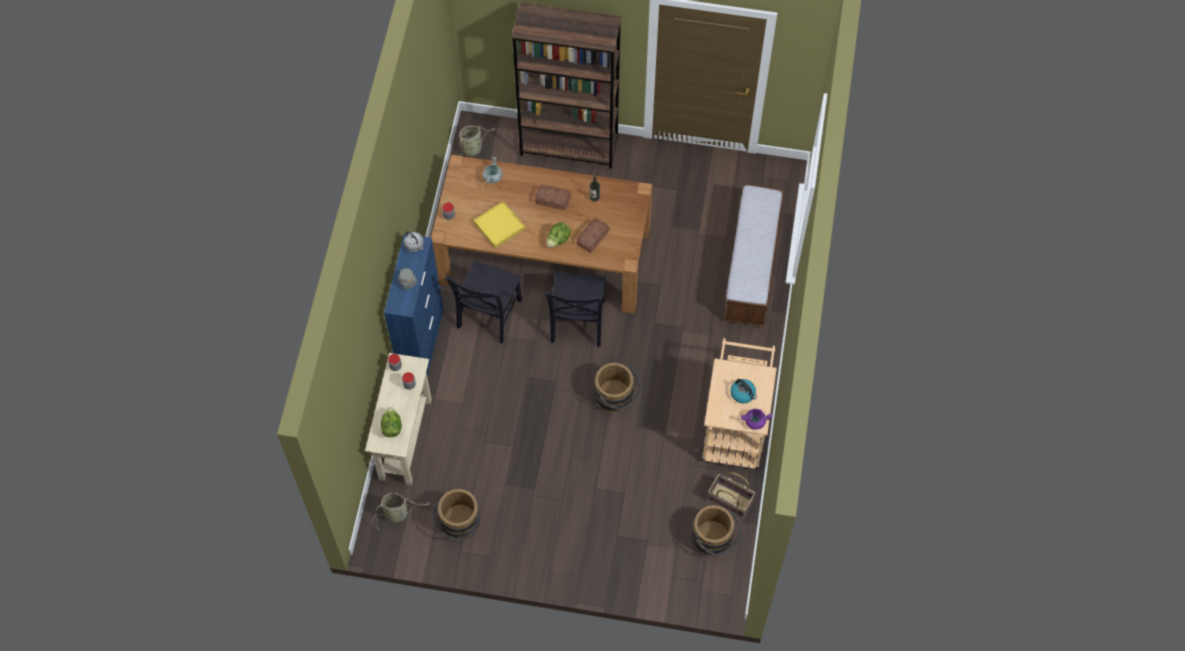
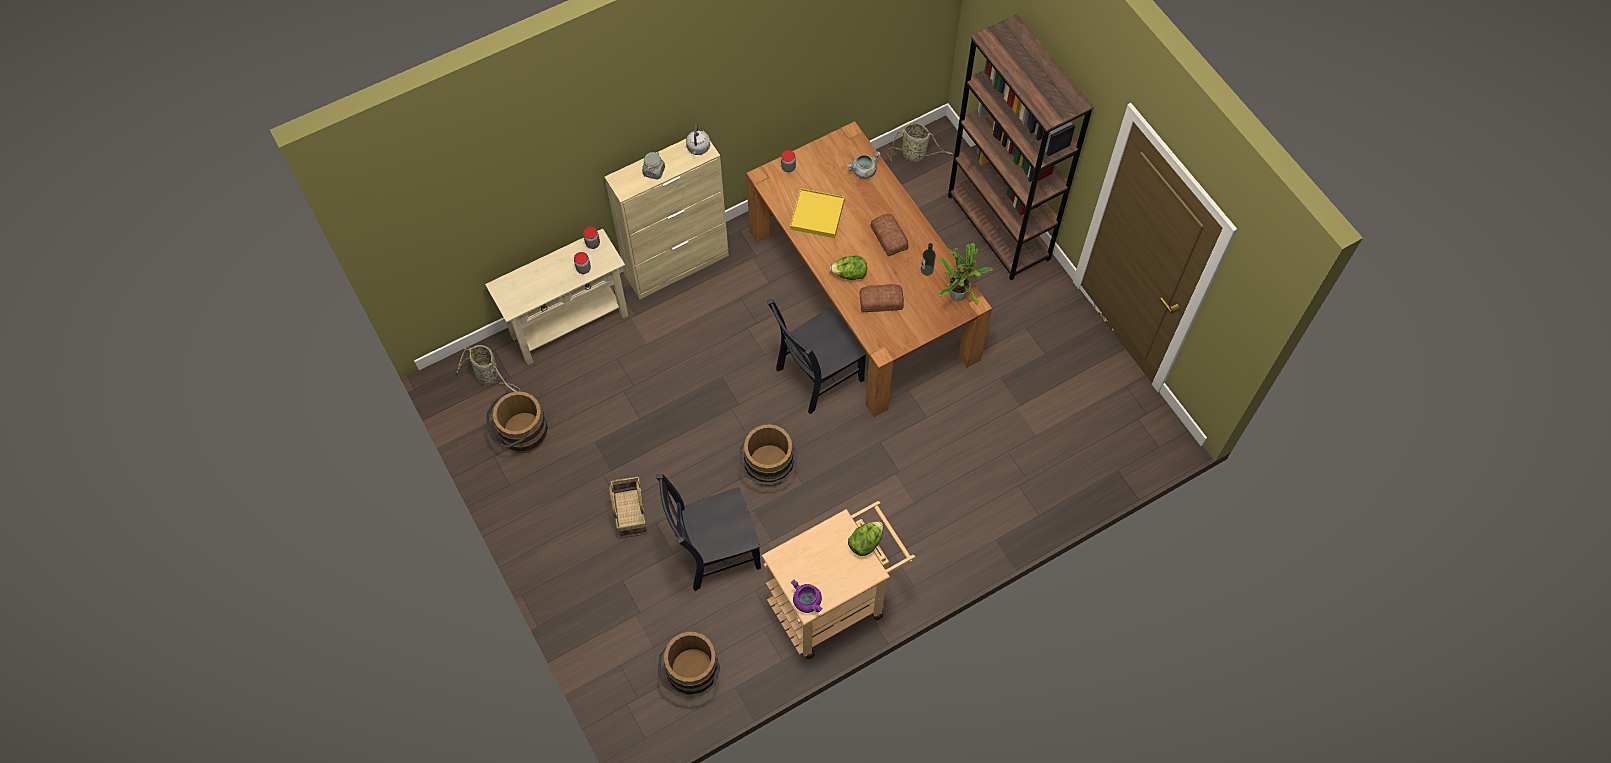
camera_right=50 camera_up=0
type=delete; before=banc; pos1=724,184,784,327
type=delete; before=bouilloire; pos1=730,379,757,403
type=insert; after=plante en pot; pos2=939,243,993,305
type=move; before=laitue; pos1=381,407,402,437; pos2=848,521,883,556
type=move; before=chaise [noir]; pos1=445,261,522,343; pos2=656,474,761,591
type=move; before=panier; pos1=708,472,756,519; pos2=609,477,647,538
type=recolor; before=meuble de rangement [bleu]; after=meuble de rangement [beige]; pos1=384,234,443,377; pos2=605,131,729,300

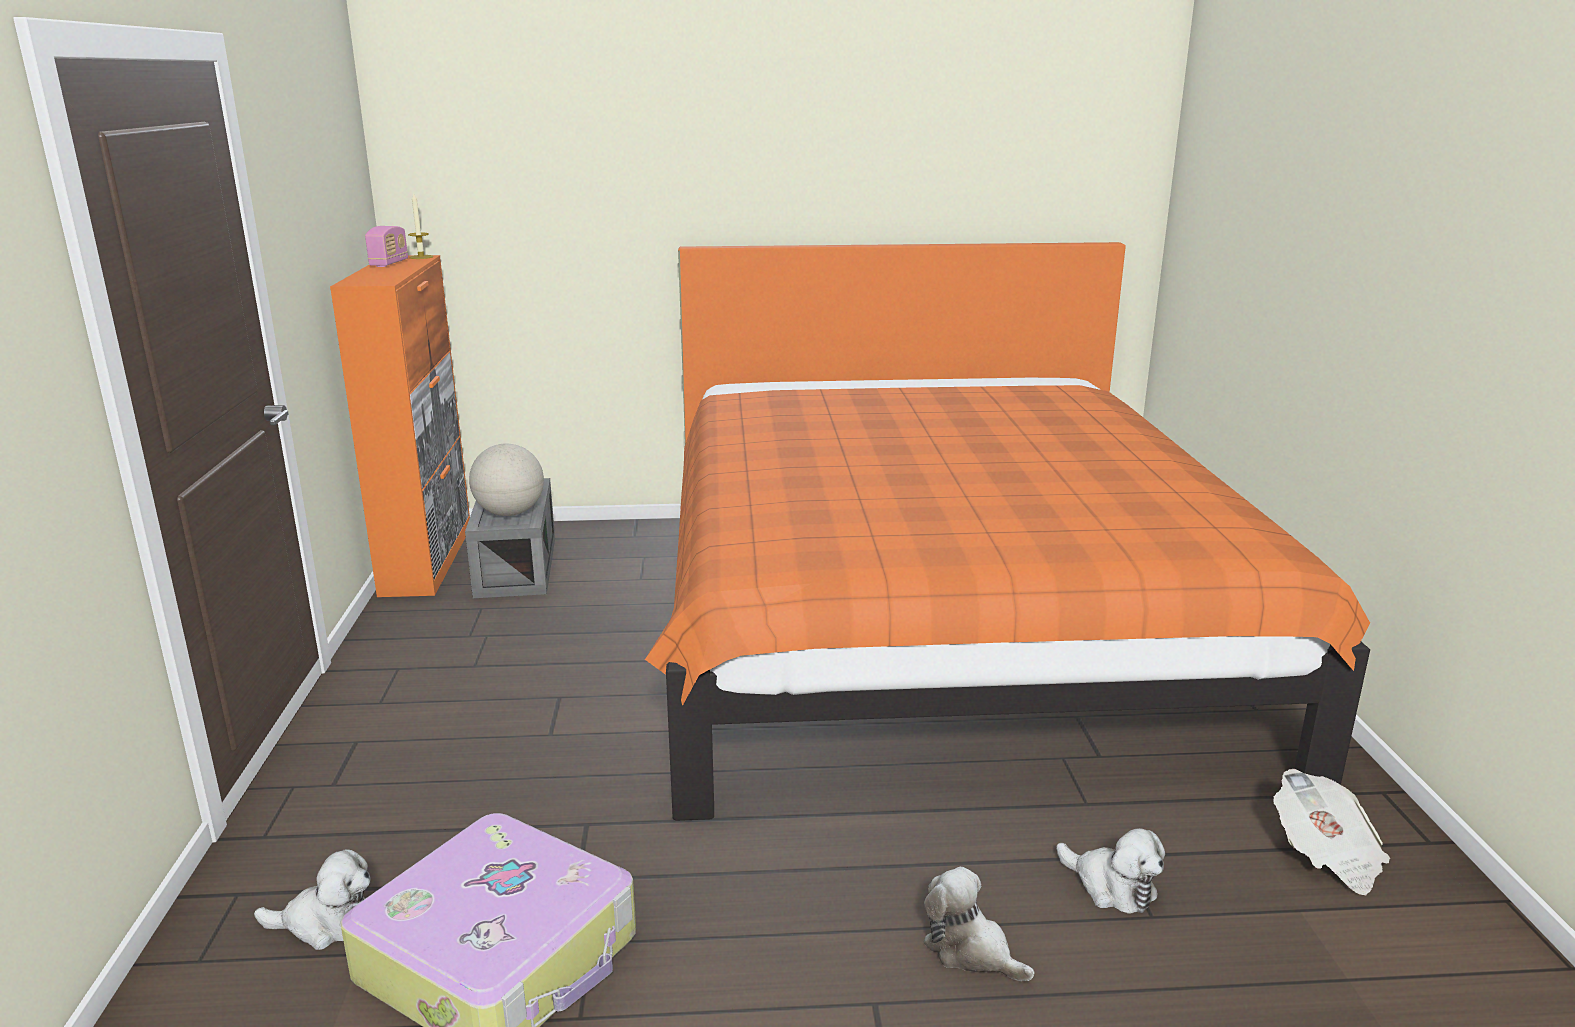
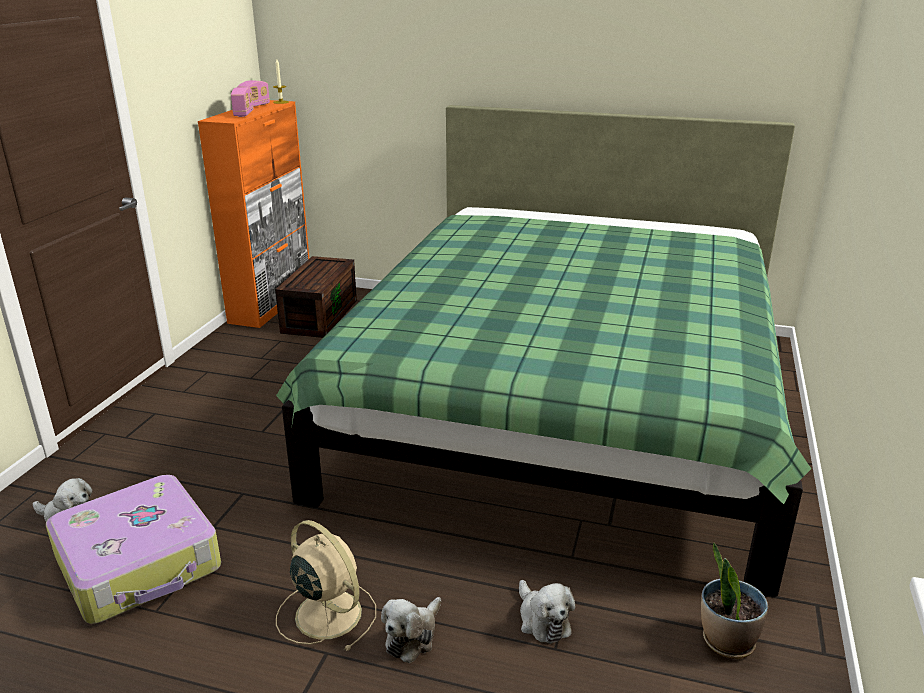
camera_right=20 camera_up=5
type=delete; before=globe; pos1=469,444,544,516
type=insert; after=radio; pos2=231,87,254,117
type=insert; after=ventilateur [beige]; pos2=276,520,376,651
type=replace; before=journal; after=plante en pot; pos1=1274,769,1390,895; pos2=701,543,768,659
type=recolor; before=boîte de rangement [gris]; after=boîte de rangement [marron]; pos1=465,478,555,598; pos2=275,256,357,338
type=recolor; before=lit [orange]; after=lit [vert]; pos1=645,242,1370,821; pos2=276,105,811,597
type=rotate; before=peluche; pos1=923,867,1034,981; pos2=381,597,441,663; turn=-120

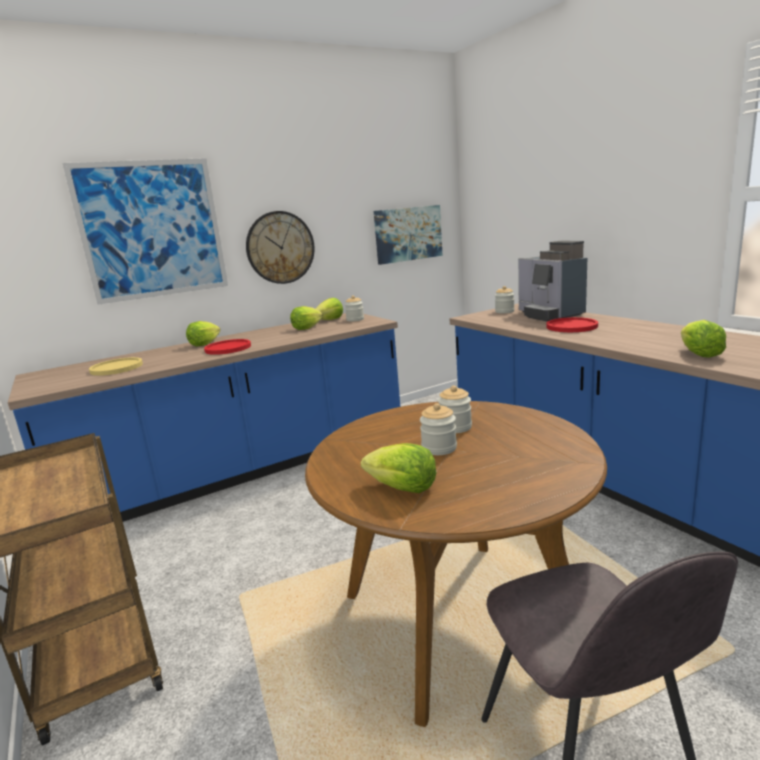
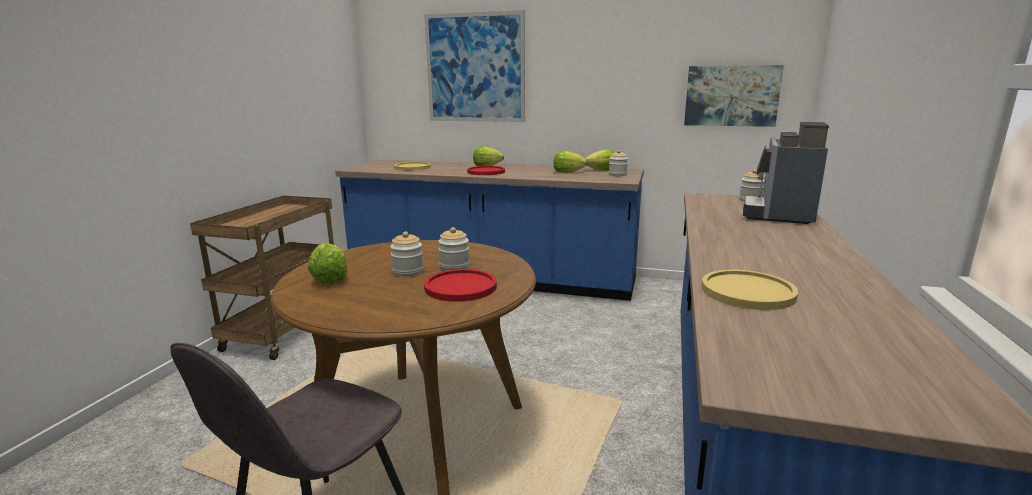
camera_right=45 camera_up=0
type=delete; before=horloge murale; pos1=246,211,315,284
type=move; before=assiette [rouge]; pos1=546,317,598,332; pos2=424,269,497,302
type=replace; before=laitue; after=assiette [jaune]; pos1=681,320,726,358; pos2=702,269,798,310

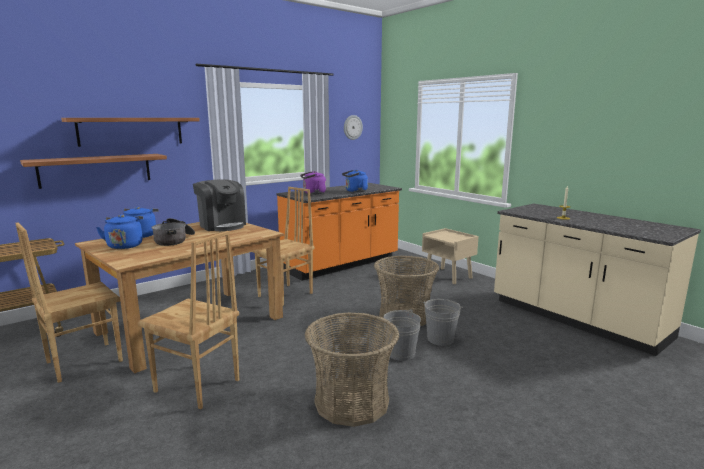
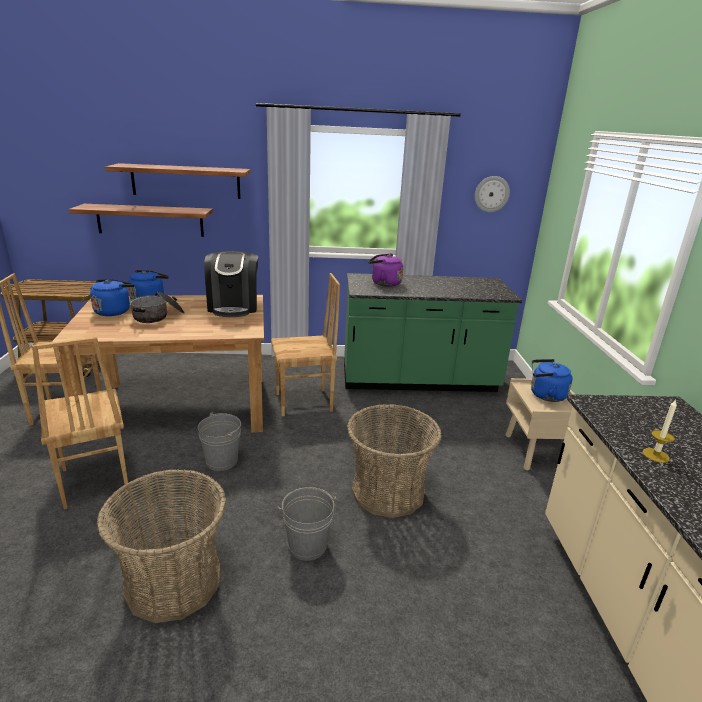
camera_right=35 camera_up=10
type=move; before=bouilloire [bleu]; pos1=342,170,368,192; pos2=531,359,572,402
type=move; before=seau [gris]; pos1=423,299,463,346; pos2=198,413,241,471
type=recolor; before=comptoir de cuisine [orange]; after=comptoir de cuisine [vert]; pos1=276,183,402,281; pos2=344,273,522,392

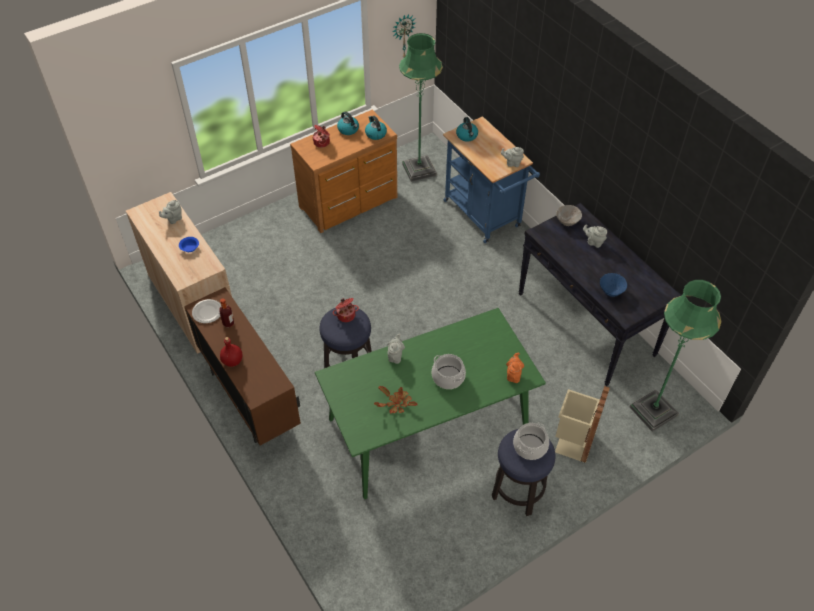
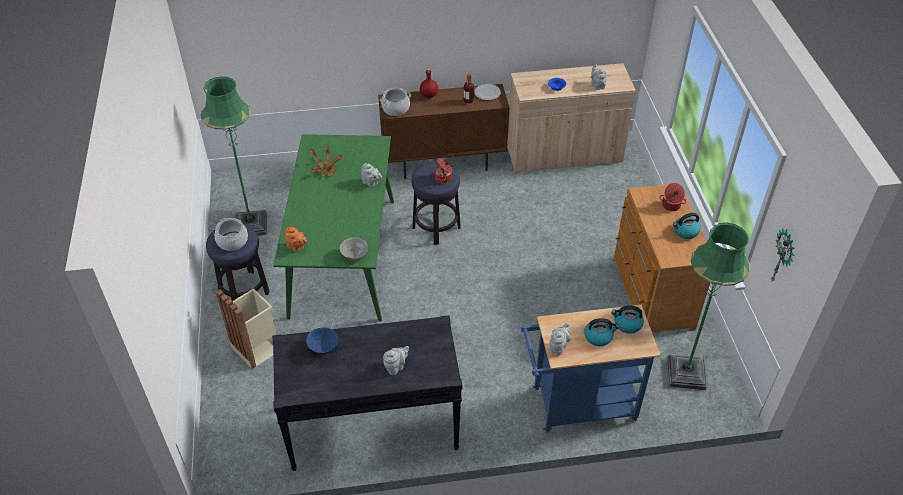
camera_right=115 camera_up=-5
type=move; before=bouilloire; pos1=365,116,387,140; pos2=584,318,619,346
type=move; before=marmite; pos1=432,354,466,389; pos2=380,87,411,116
type=move; before=bol [gris]; pos1=556,205,582,226; pos2=340,237,368,261
type=move; before=lampadaire [vert]; pos1=630,280,721,432; pos2=201,77,267,236

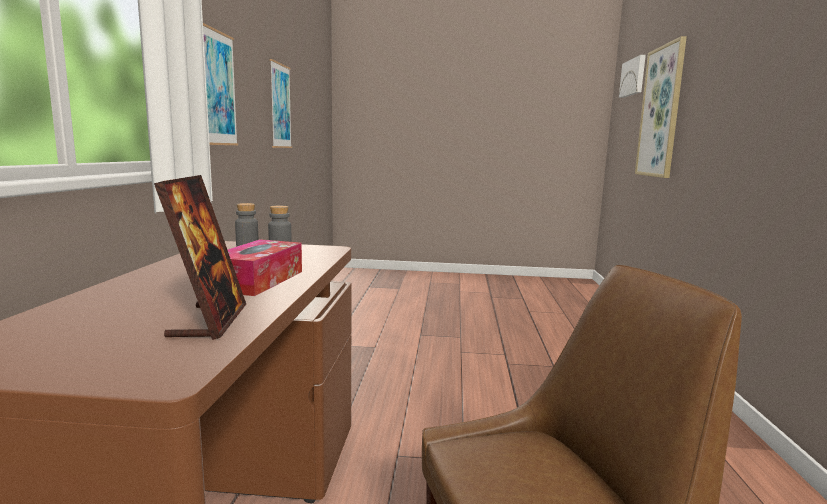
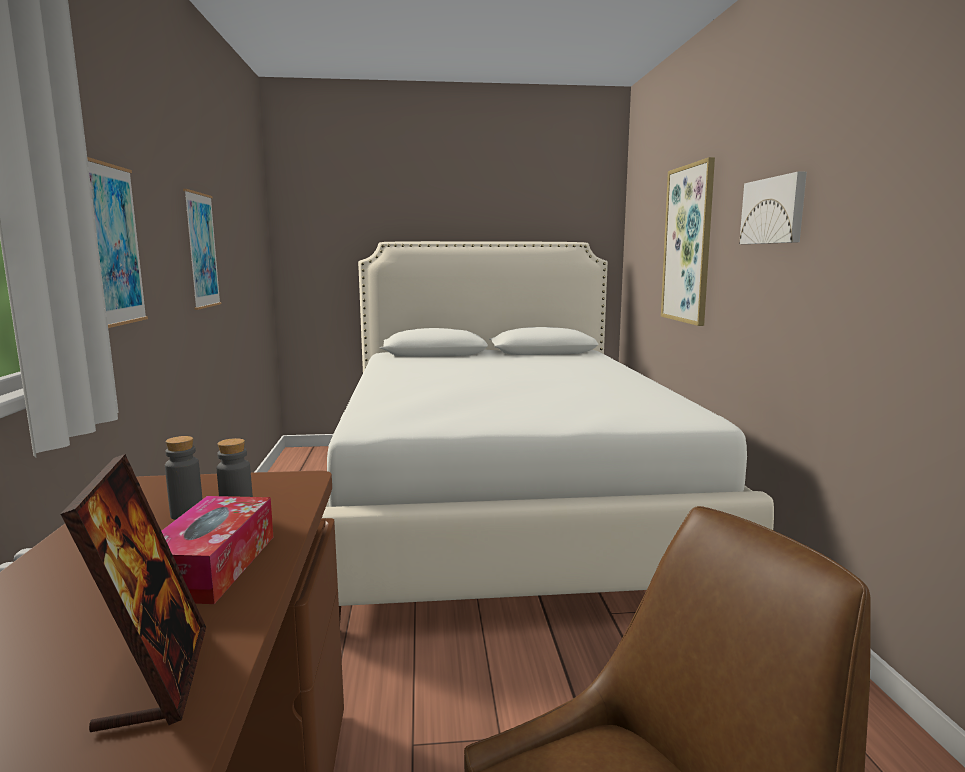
camera_right=-10 camera_up=0
type=insert; after=lit [blanc]; pos2=322,241,774,619
type=move; before=tableau; pos1=619,55,646,98; pos2=739,172,807,244

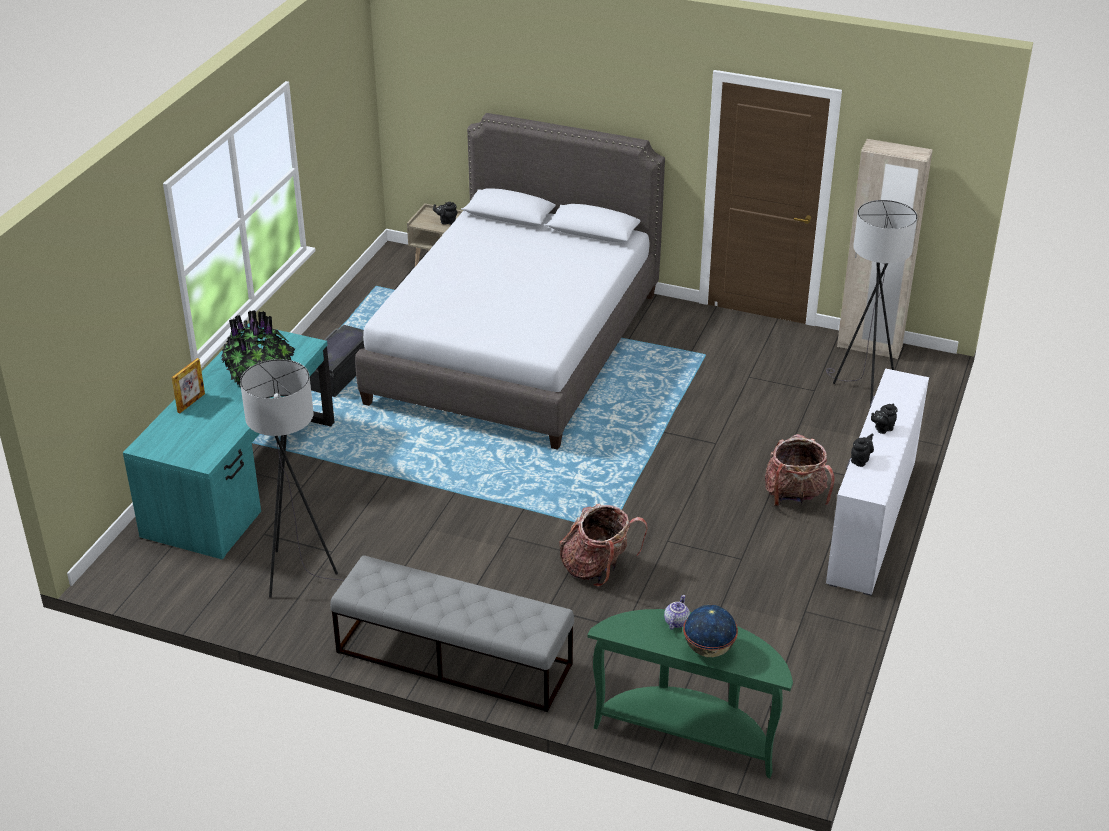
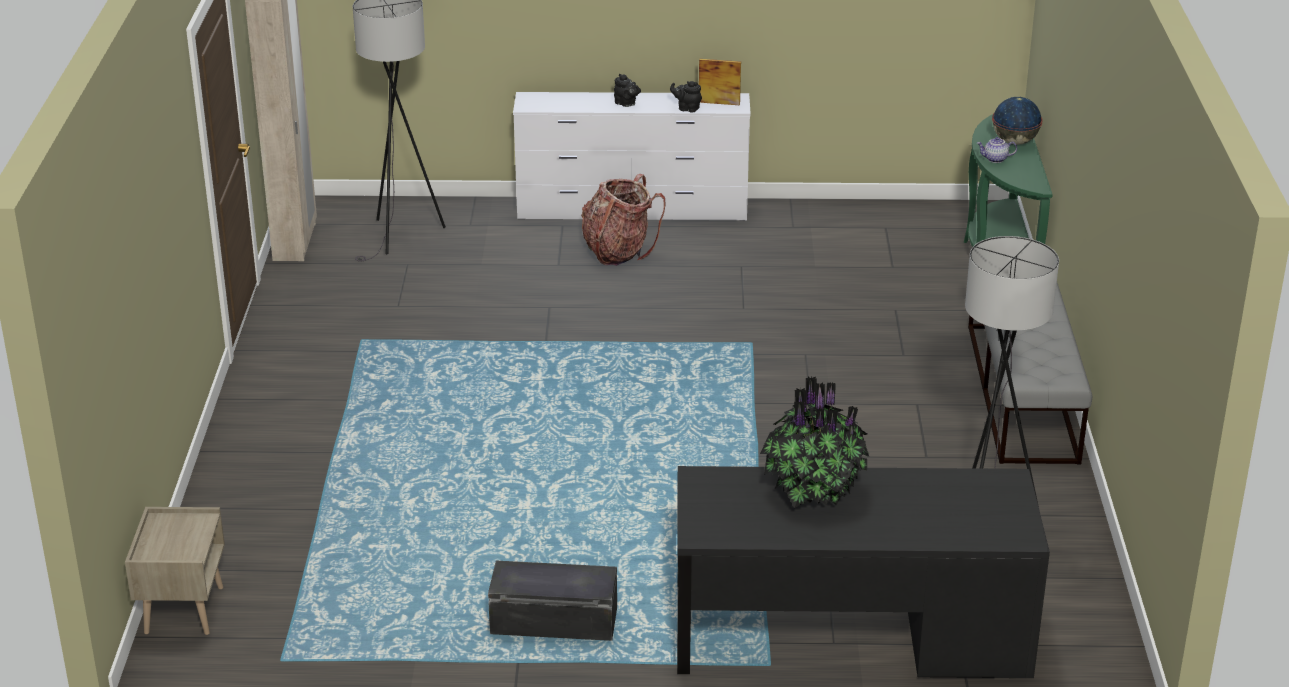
camera_right=-110 camera_up=-5
type=delete; before=lit [gris]; pos1=355,113,665,450
type=delete; before=théière [noir]; pos1=433,202,458,225
type=delete; before=sac à dos; pos1=559,504,648,587
type=move; before=cadre photo; pos1=172,358,205,413; pos2=699,59,741,105
type=recolor; before=bureau [turquoise]; after=bureau [noir]; pos1=123,323,334,559; pos2=677,466,1050,678

